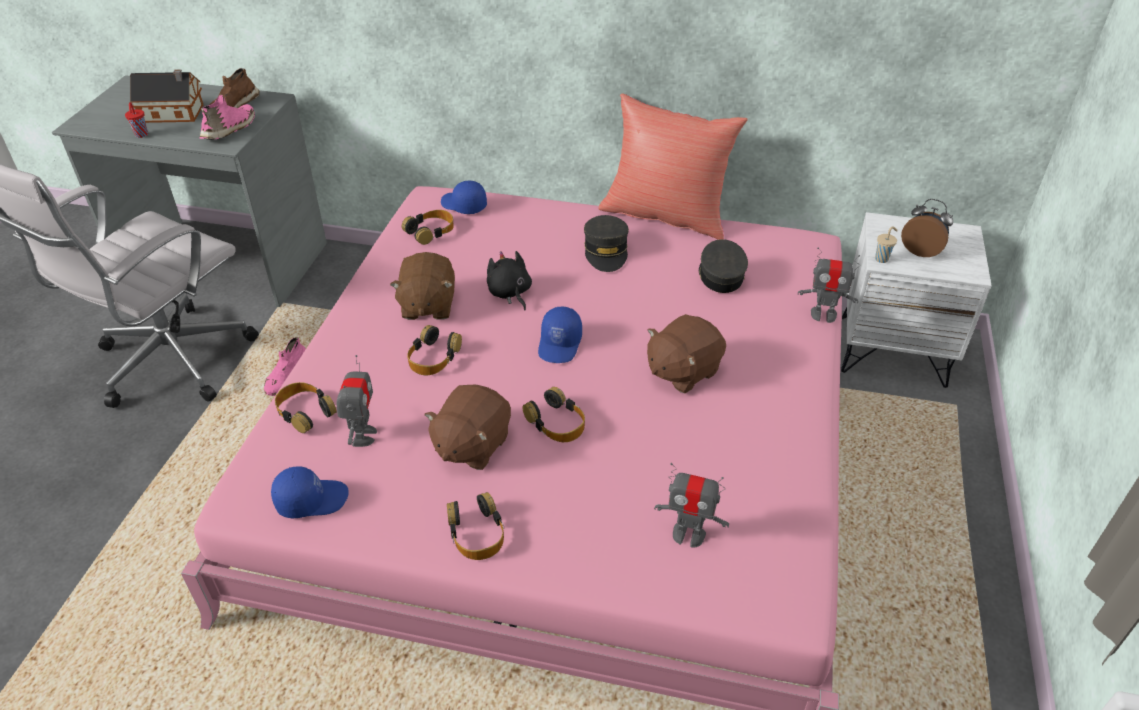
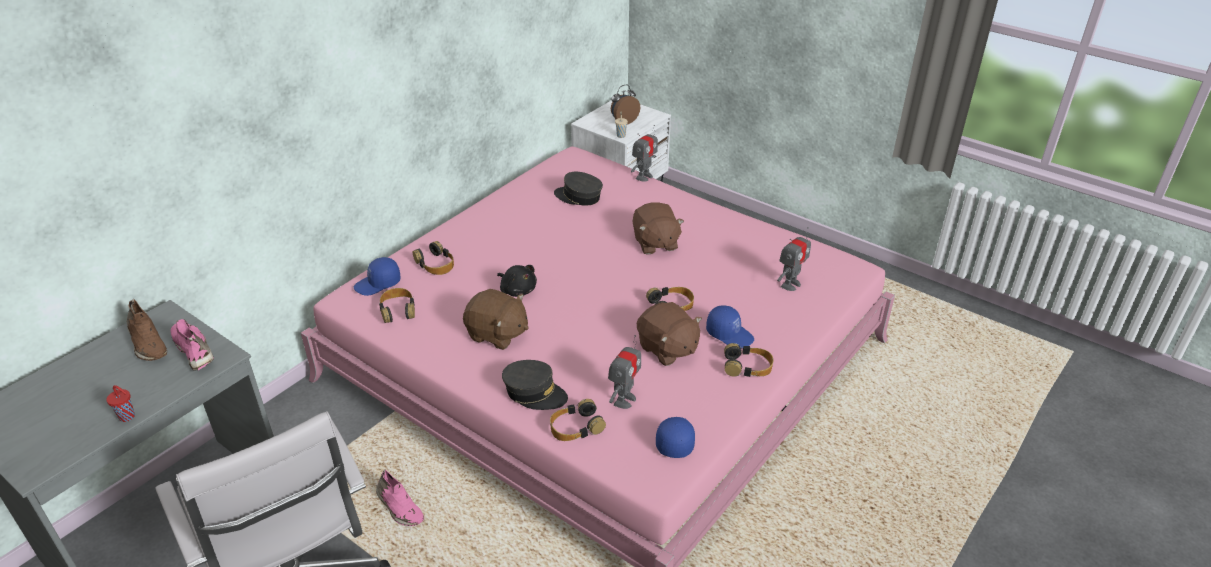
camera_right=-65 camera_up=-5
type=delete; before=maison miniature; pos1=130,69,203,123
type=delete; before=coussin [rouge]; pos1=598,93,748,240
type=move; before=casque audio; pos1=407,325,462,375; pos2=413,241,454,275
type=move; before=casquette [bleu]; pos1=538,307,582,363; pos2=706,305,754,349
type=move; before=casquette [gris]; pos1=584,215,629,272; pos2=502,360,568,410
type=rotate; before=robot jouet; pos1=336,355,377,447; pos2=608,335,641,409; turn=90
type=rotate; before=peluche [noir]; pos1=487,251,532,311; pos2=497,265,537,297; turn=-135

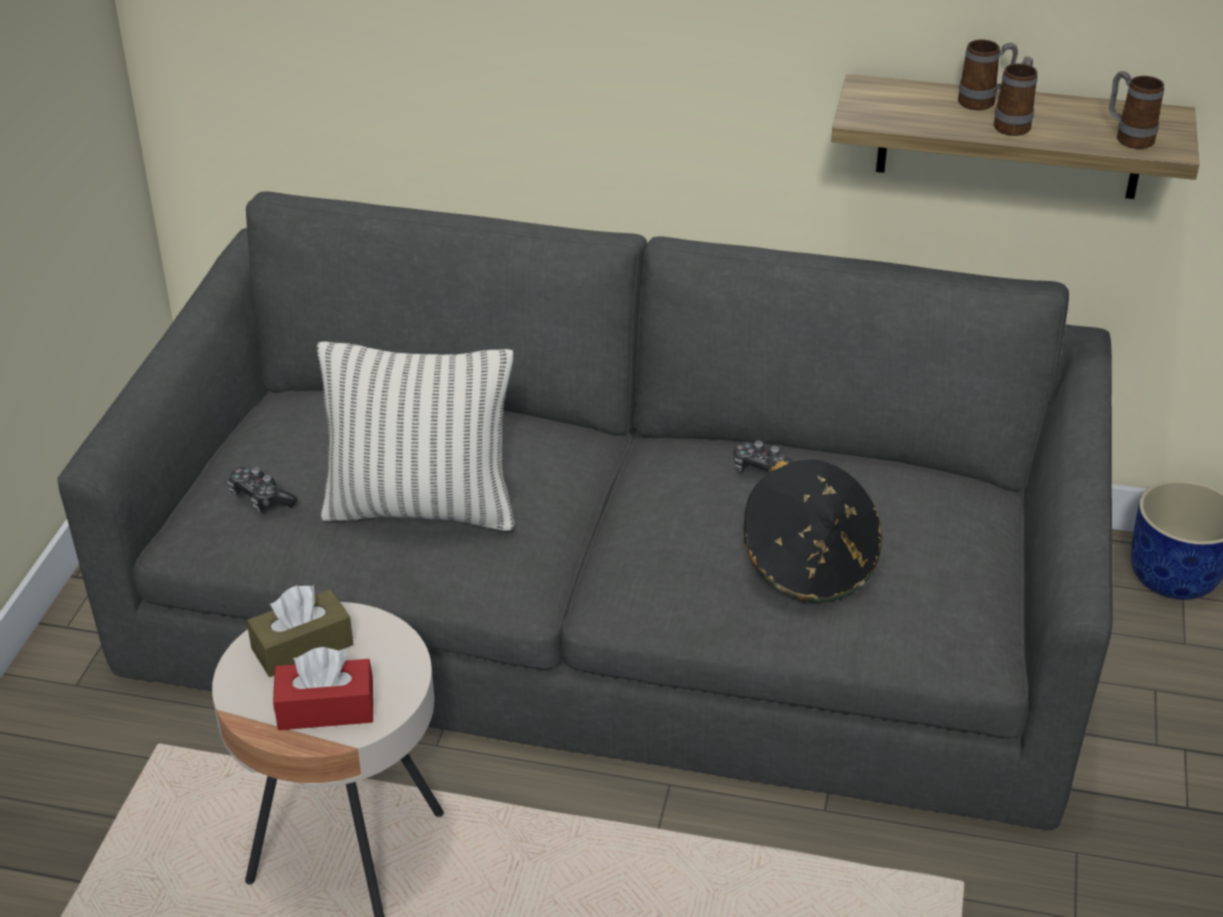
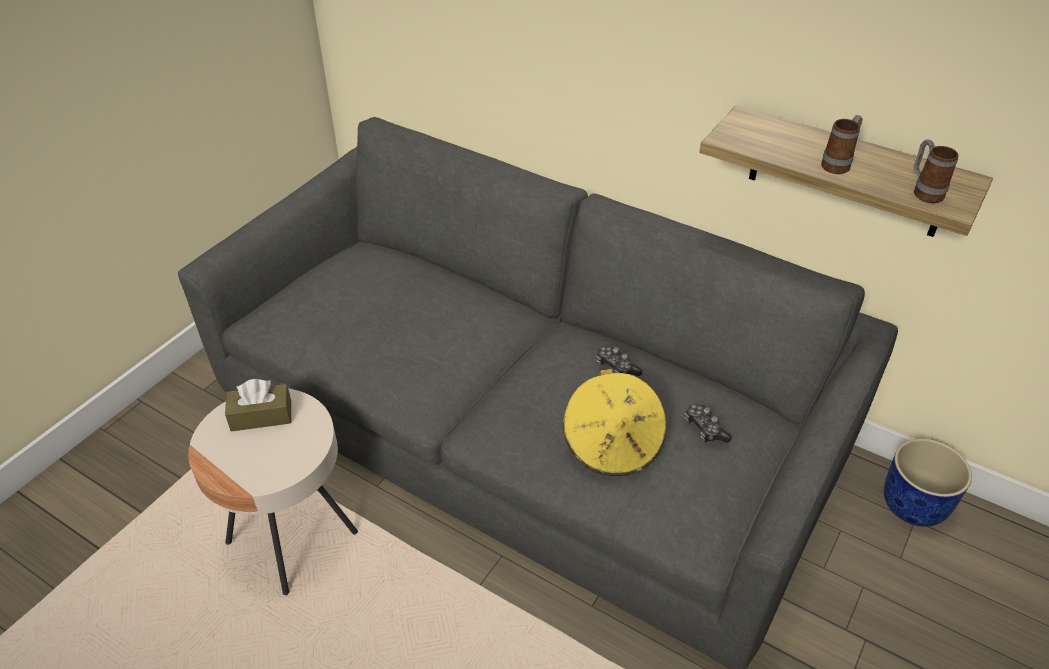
camera_right=20 camera_up=5
type=delete; before=boîte à mouchoirs [rouge]; pos1=273,647,373,730
type=delete; before=coussin; pos1=317,341,515,531
type=delete; before=mug; pos1=958,39,1018,110
type=move; before=manette; pos1=227,467,297,512; pos2=685,404,732,443
type=recolor; before=chapeau [noir]; after=chapeau [jaune]; pos1=744,460,882,603; pos2=563,369,667,476

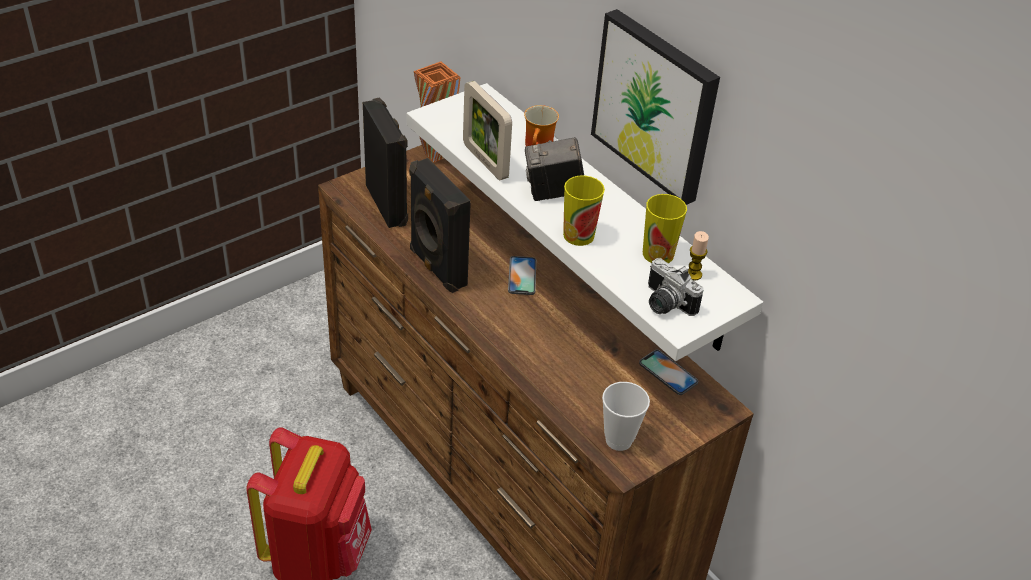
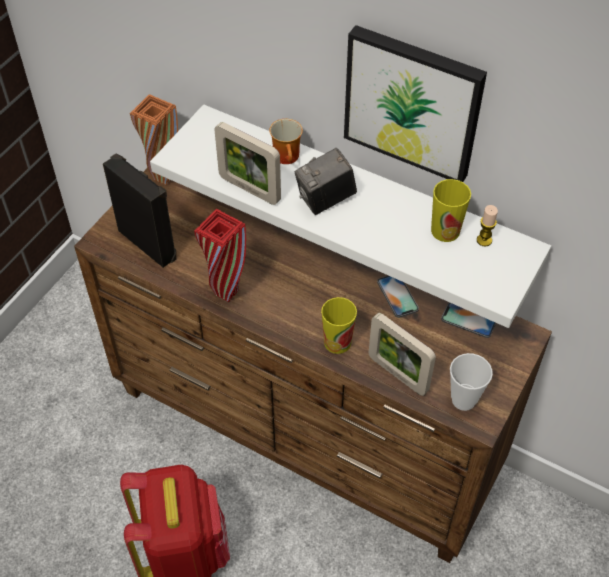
camera_right=-20 camera_up=10
type=delete; before=appareil photo; pos1=648,258,704,316
type=insert; after=cadre photo; pos2=368,313,436,396
type=move; before=téléphone; pos1=508,256,536,295; pos2=377,276,419,318
type=move; before=tasse; pos1=563,176,605,246; pos2=321,297,357,354
type=replace; before=enceinte [noir]; after=vase [rouge]; pos1=409,158,471,293; pos2=194,209,246,302

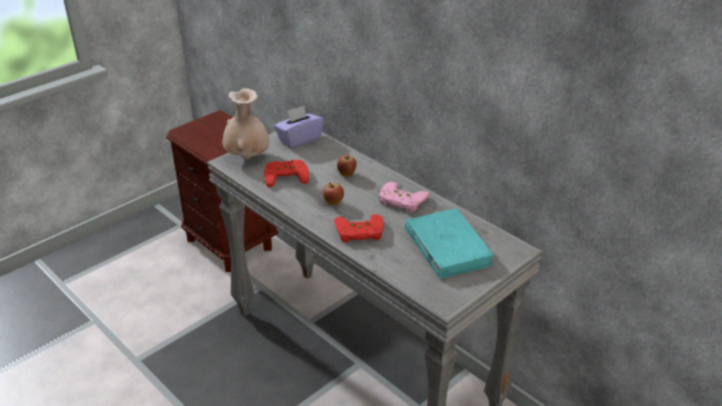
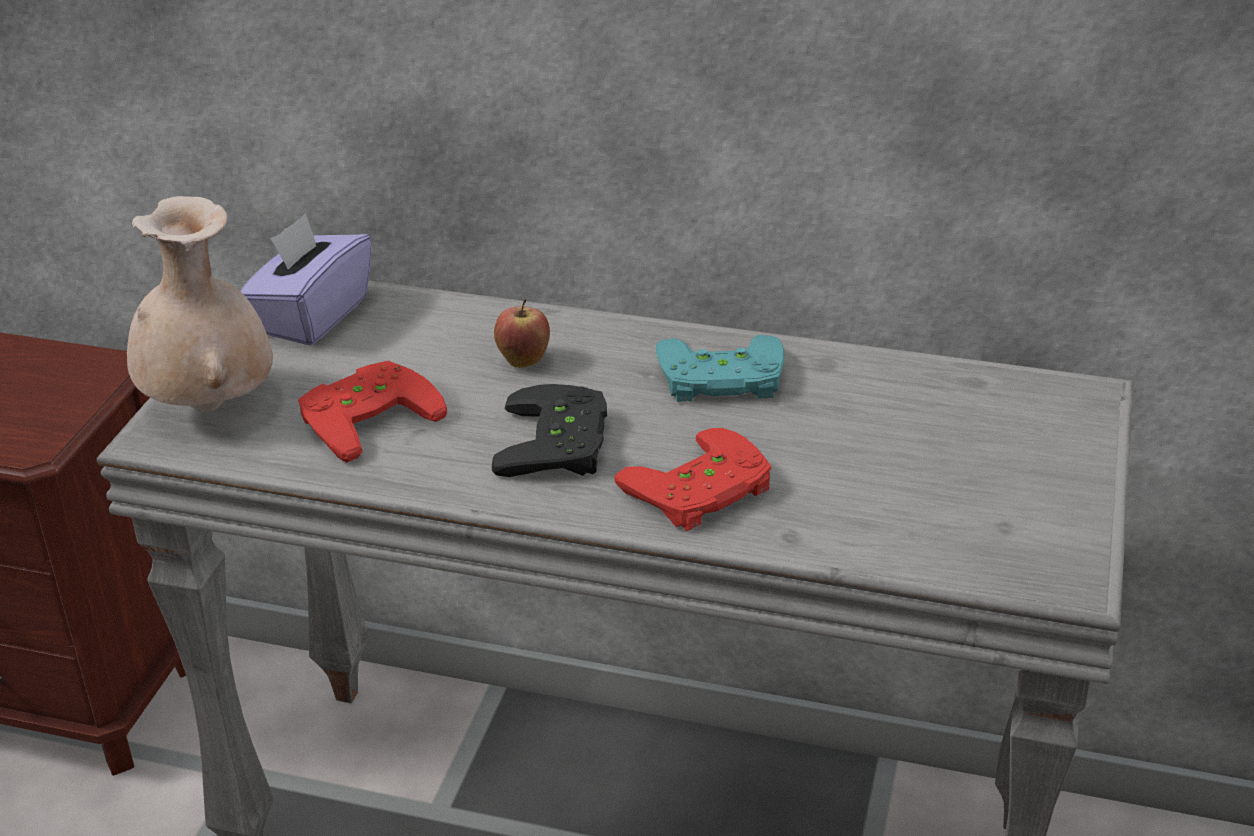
camera_right=-30 camera_up=0
type=delete; before=livre [turquoise]; pos1=405,209,495,279
type=replace; before=pomme; after=manette [noir]; pos1=323,183,344,206; pos2=492,384,607,477
type=recolor; before=manette [rose]; after=manette [turquoise]; pos1=379,182,429,213; pos2=656,335,784,402

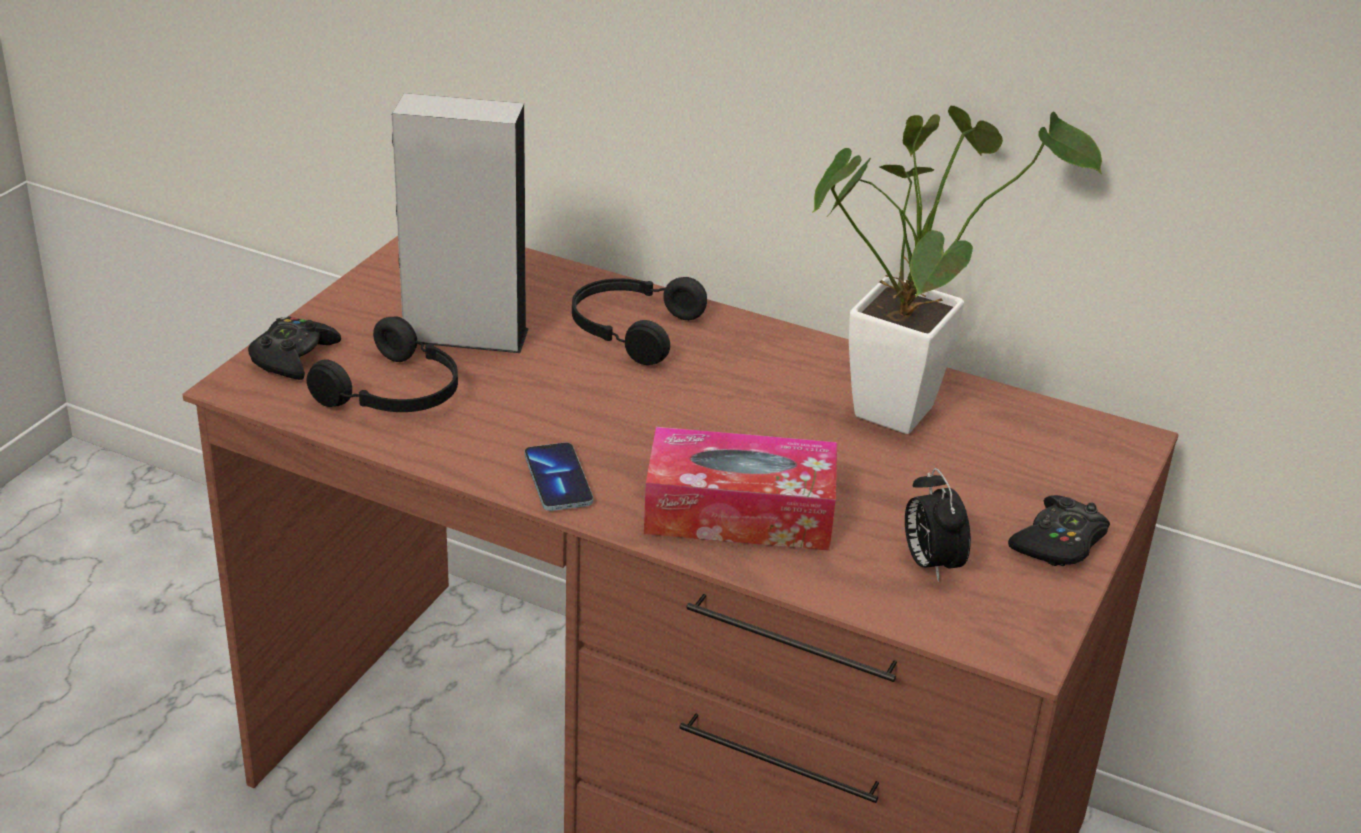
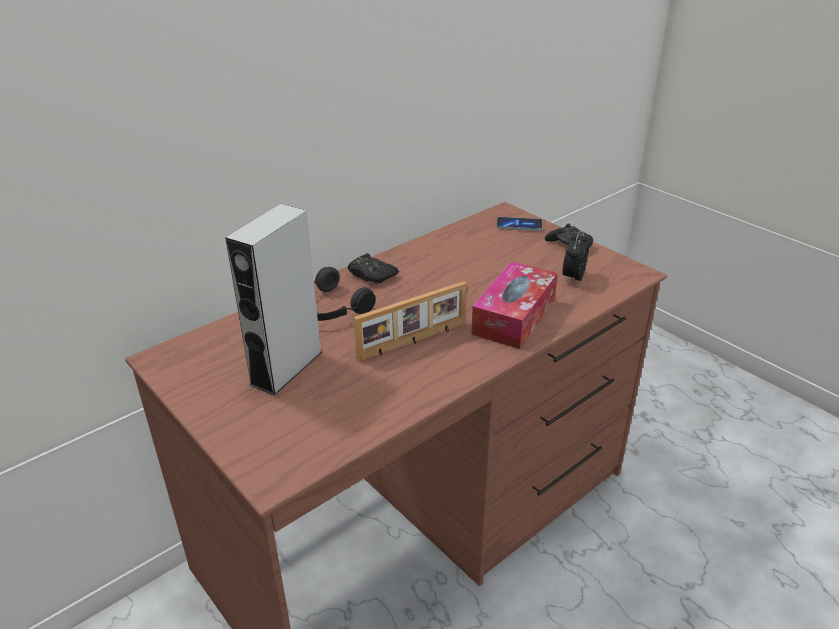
camera_right=-65 camera_up=0
type=delete; before=casque audio [noir]; pos1=307,316,458,412
type=delete; before=plante en pot; pos1=812,106,1102,434
type=insert; after=cadre photo; pos2=354,281,467,362
type=move; before=manette [noir]; pos1=248,316,341,380; pos2=348,253,399,284
type=move; before=téléphone; pos1=524,443,593,511; pos2=496,217,542,231
type=rotate; before=réveil; pos1=905,468,971,582; pos2=562,231,589,284; turn=105

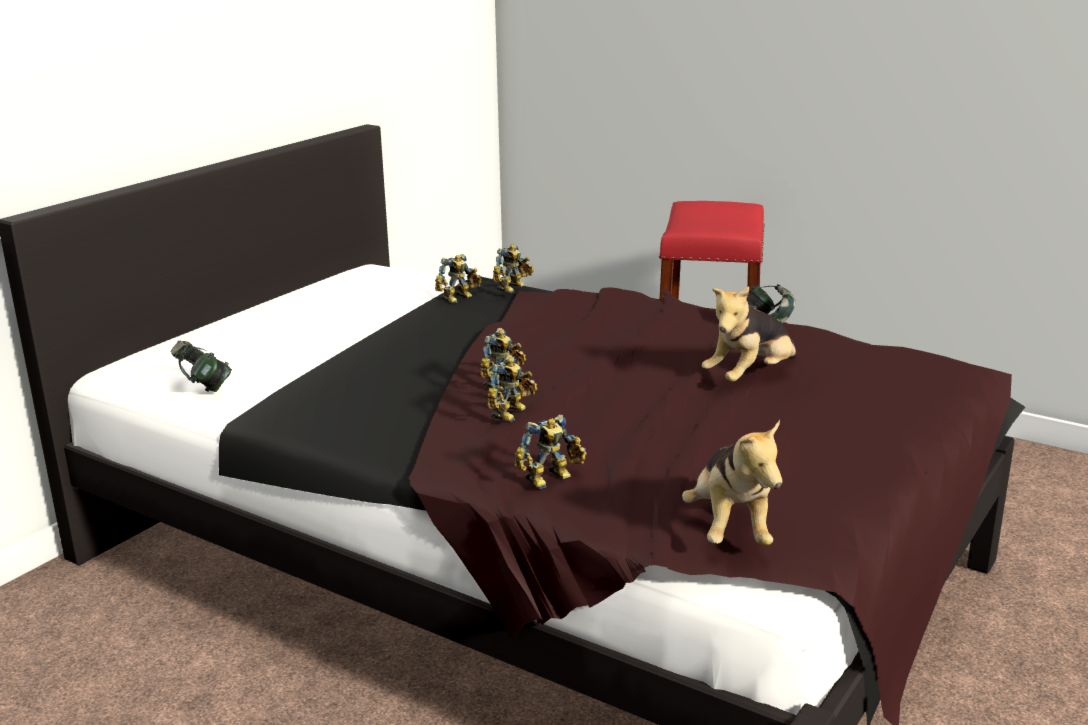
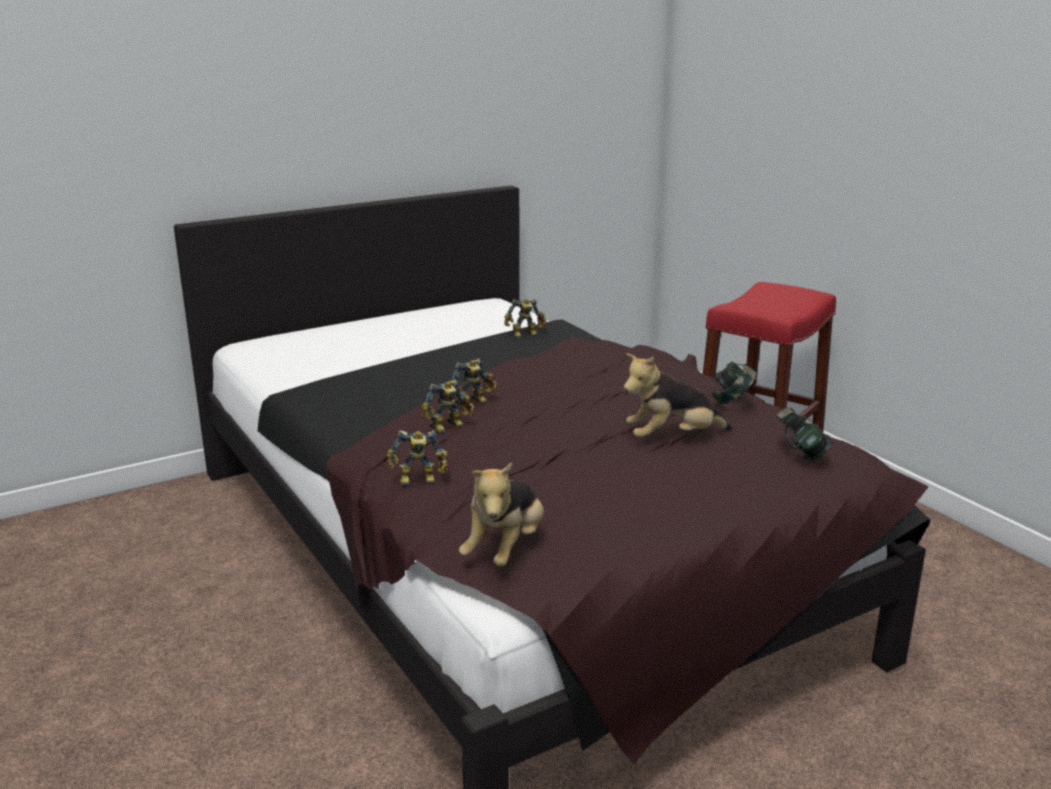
camera_right=25 camera_up=0
type=delete; before=robot jouet; pos1=493,244,534,293
type=move; before=casque audio; pos1=170,341,232,392; pos2=777,407,833,461

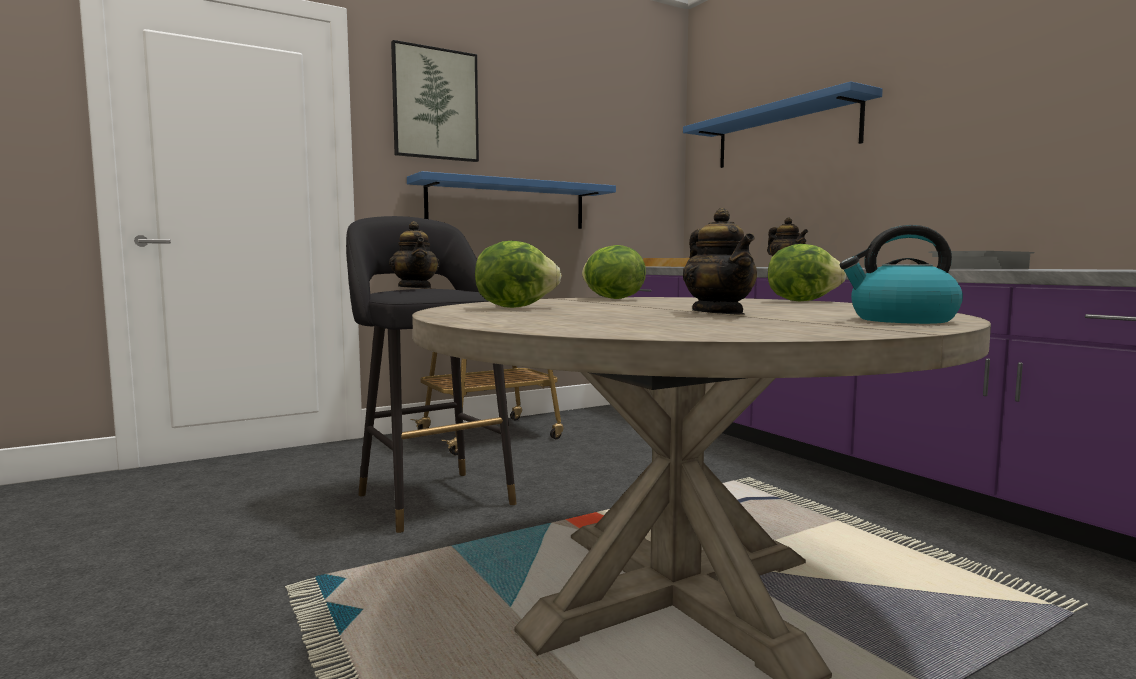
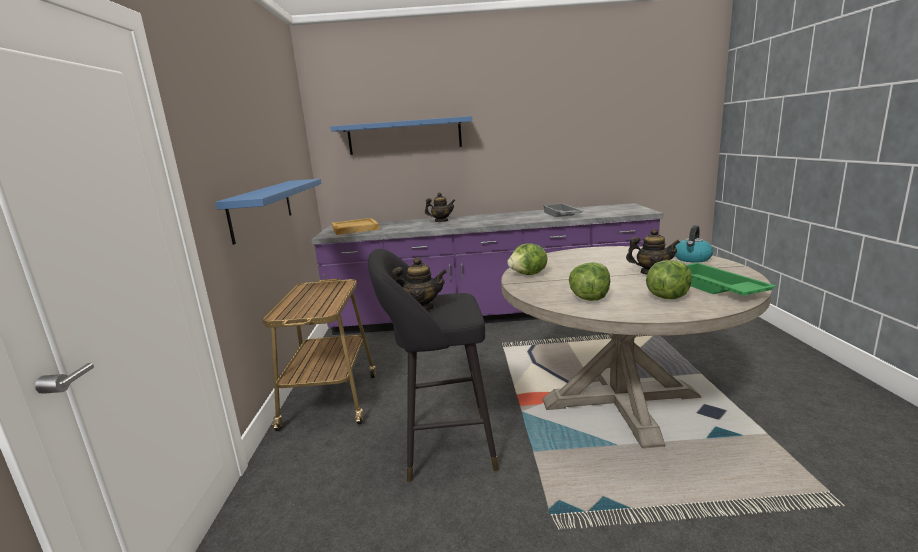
camera_right=-60 camera_up=10
type=delete; before=tableau; pos1=391,40,479,162
type=insert; after=plateau [vert]; pos2=687,263,777,296
type=move; before=laitue; pos1=768,244,847,301; pos2=646,260,692,300

